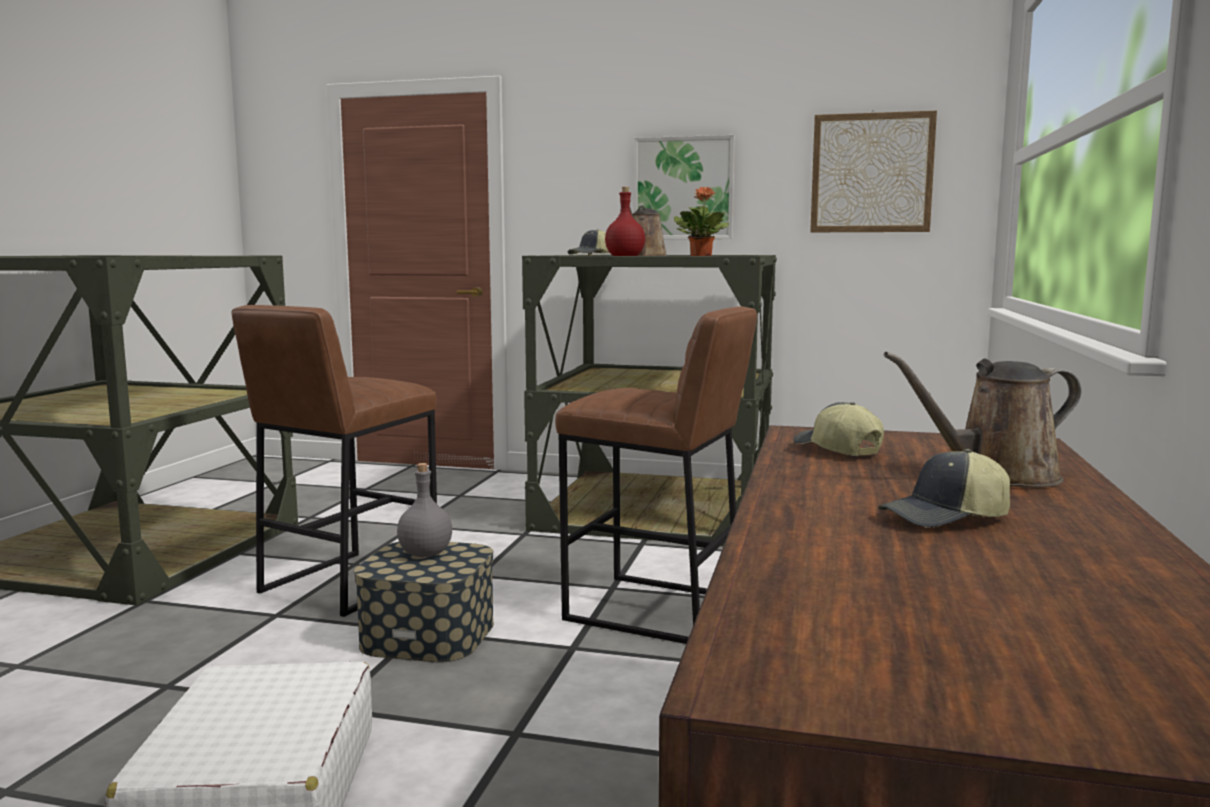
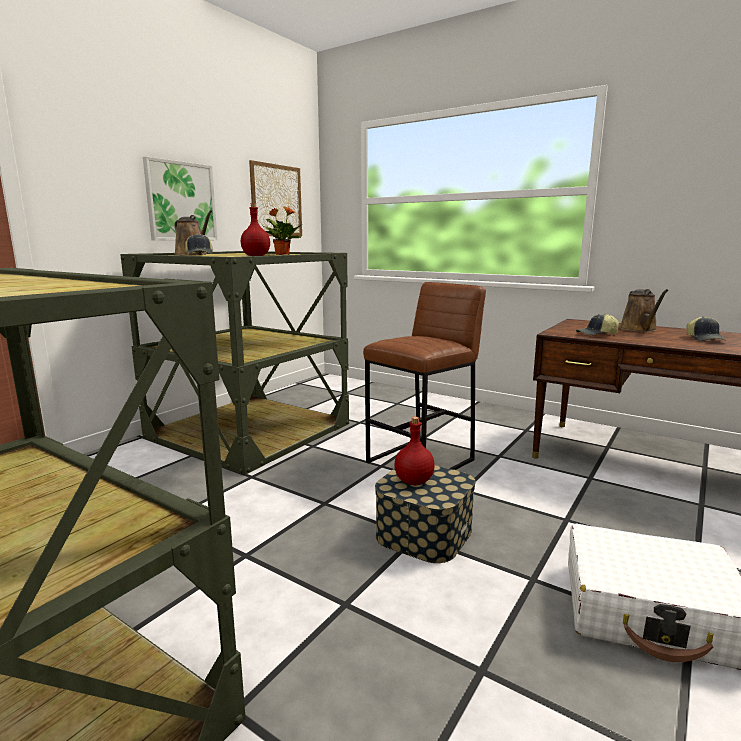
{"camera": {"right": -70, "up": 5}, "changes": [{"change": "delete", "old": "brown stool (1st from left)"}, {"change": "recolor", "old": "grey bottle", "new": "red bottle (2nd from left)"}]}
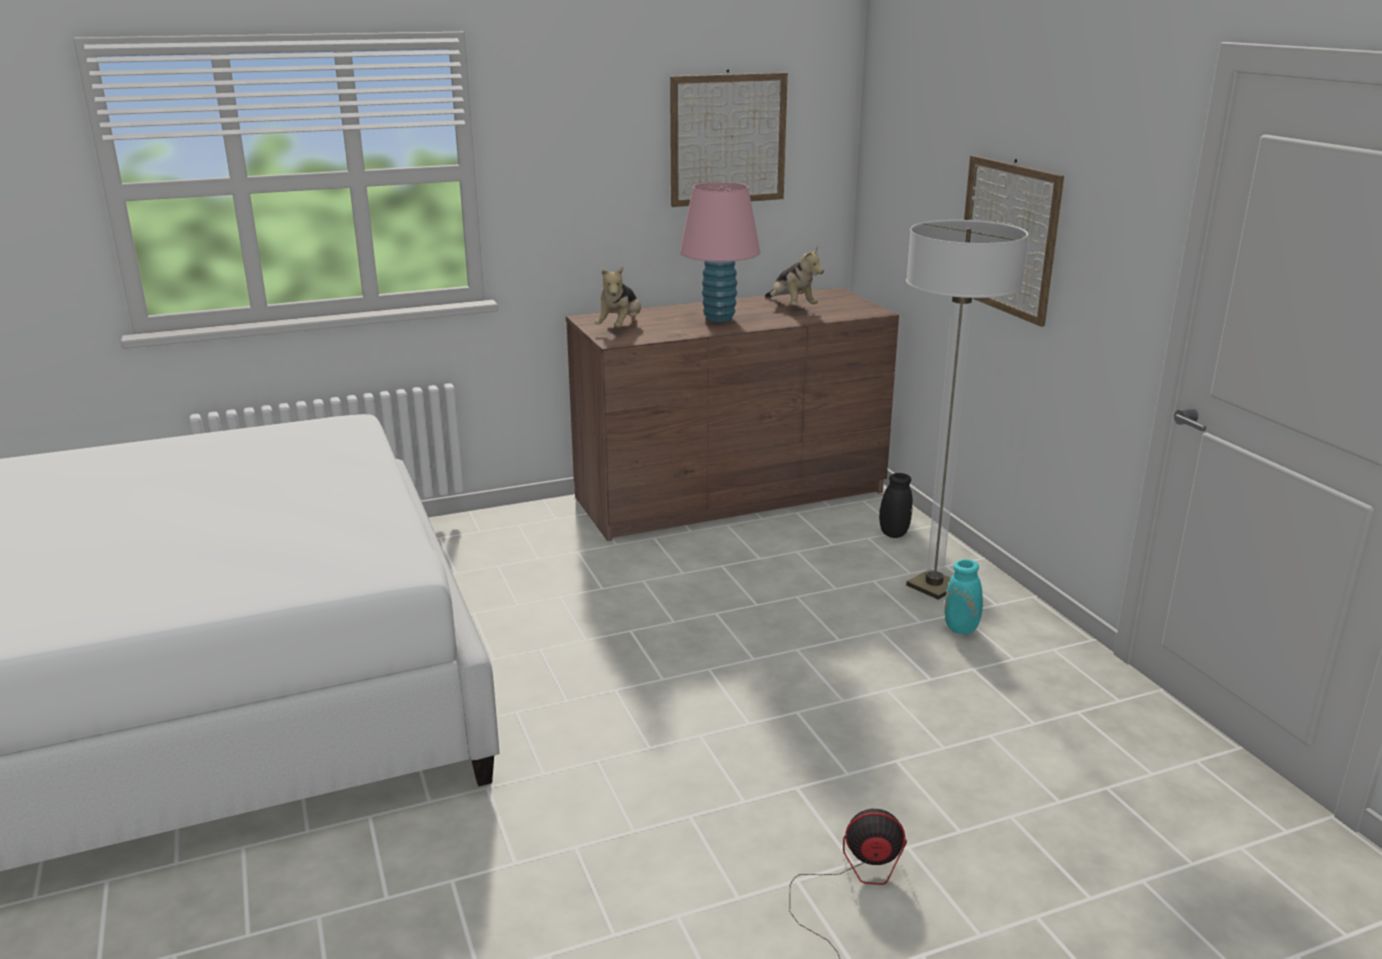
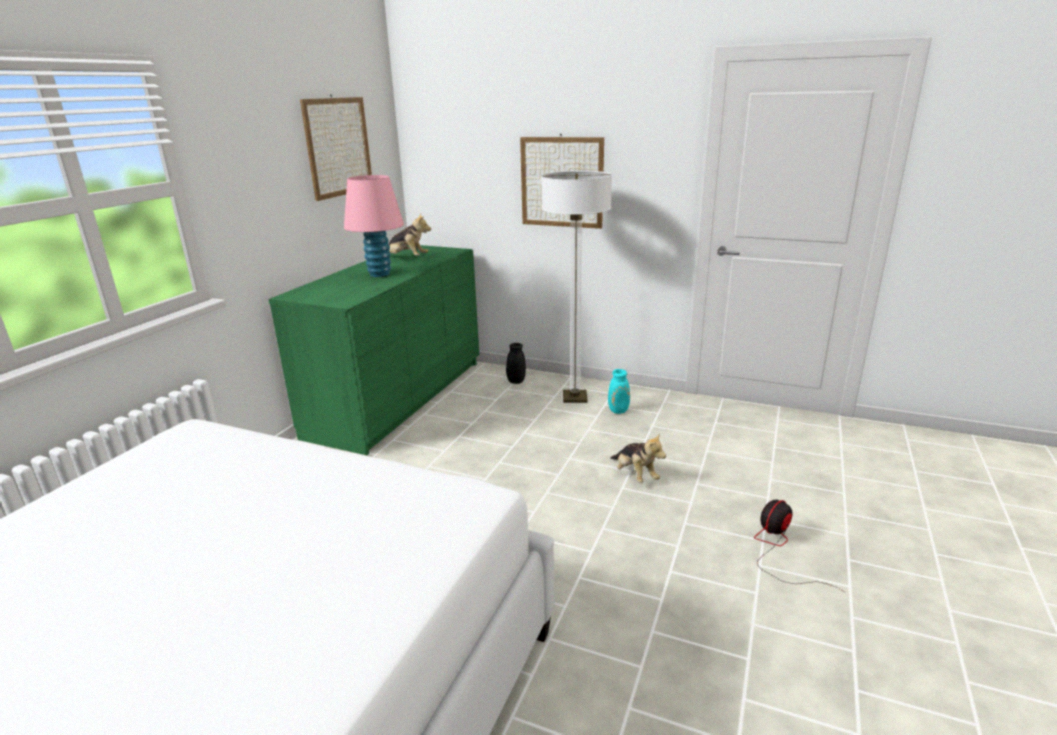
{"camera": {"right": -45, "up": 0}, "changes": [{"change": "recolor", "old": "brown dresser", "new": "green dresser"}, {"change": "move", "old": "plush toy (1st from left in the first image)", "new": "plush toy (2nd from left)"}]}
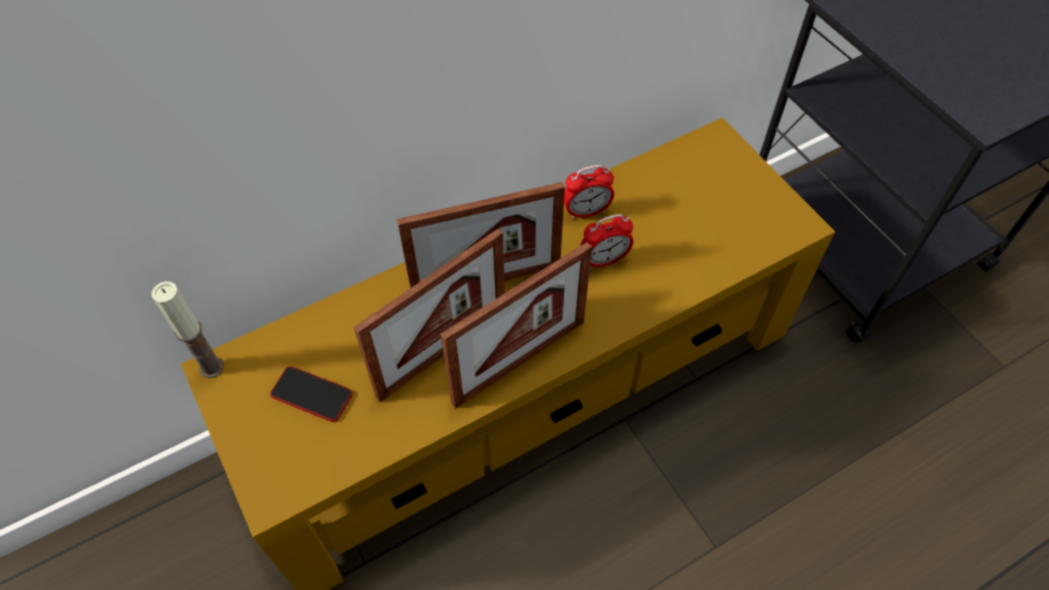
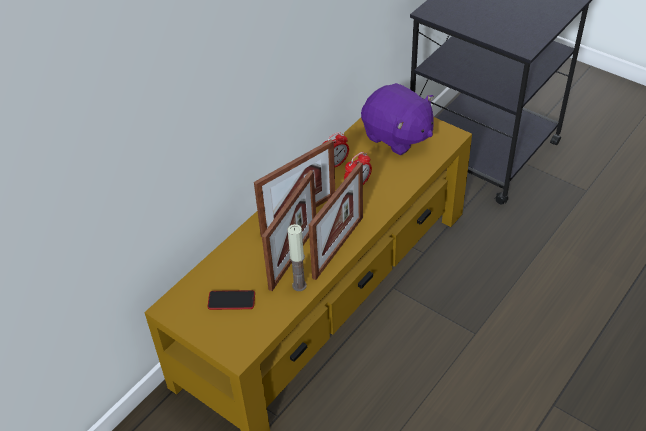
{"camera": {"right": -20, "up": -10}, "changes": [{"change": "move", "old": "candle"}, {"change": "insert", "new": "purple plush toy"}]}
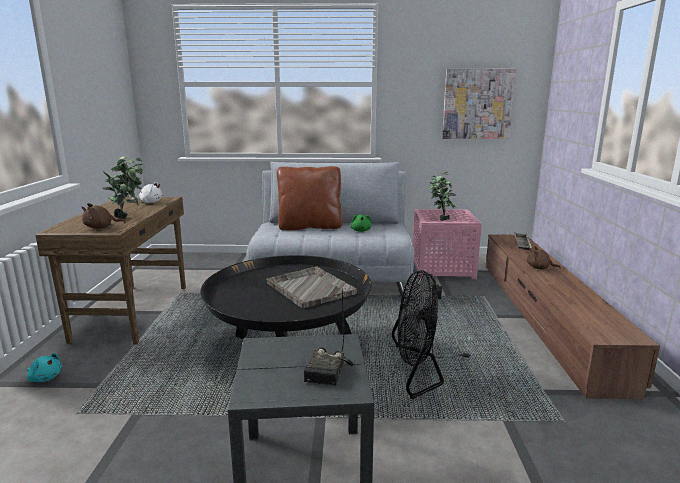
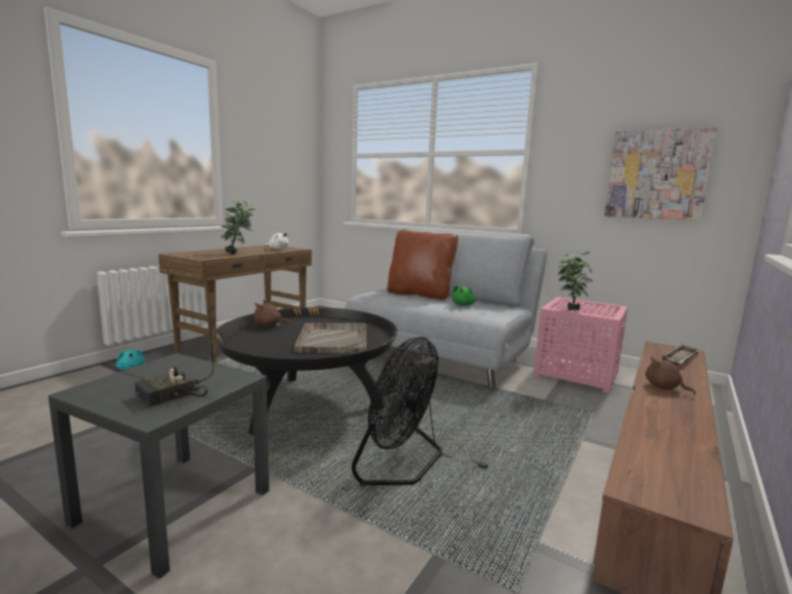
{"camera": {"right": 30, "up": -5}, "changes": [{"change": "move", "old": "brown plush toy (1st from left)"}]}
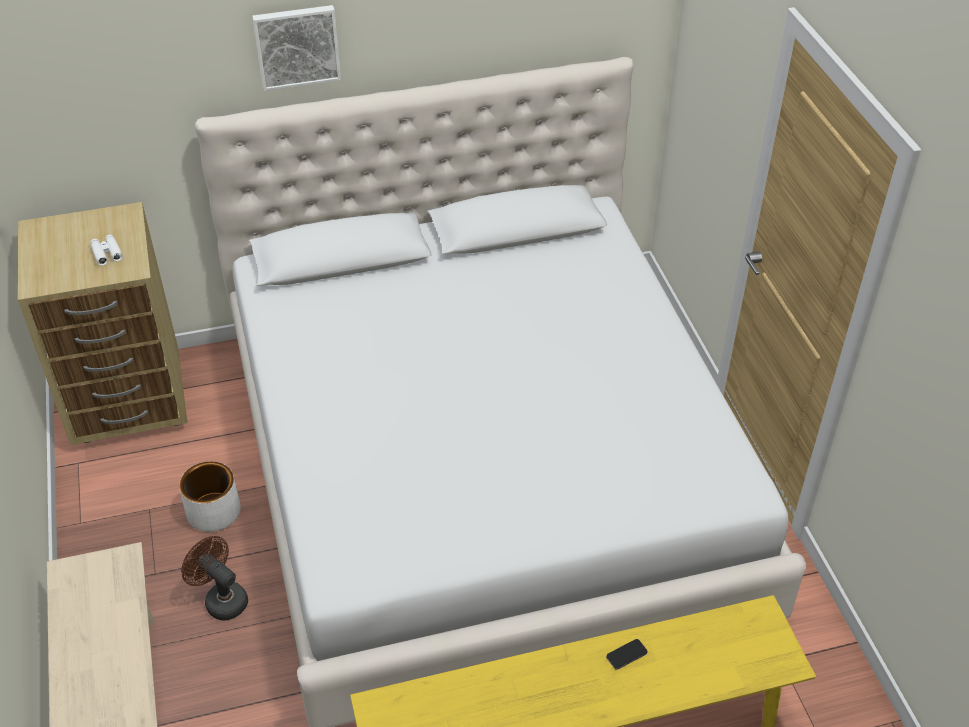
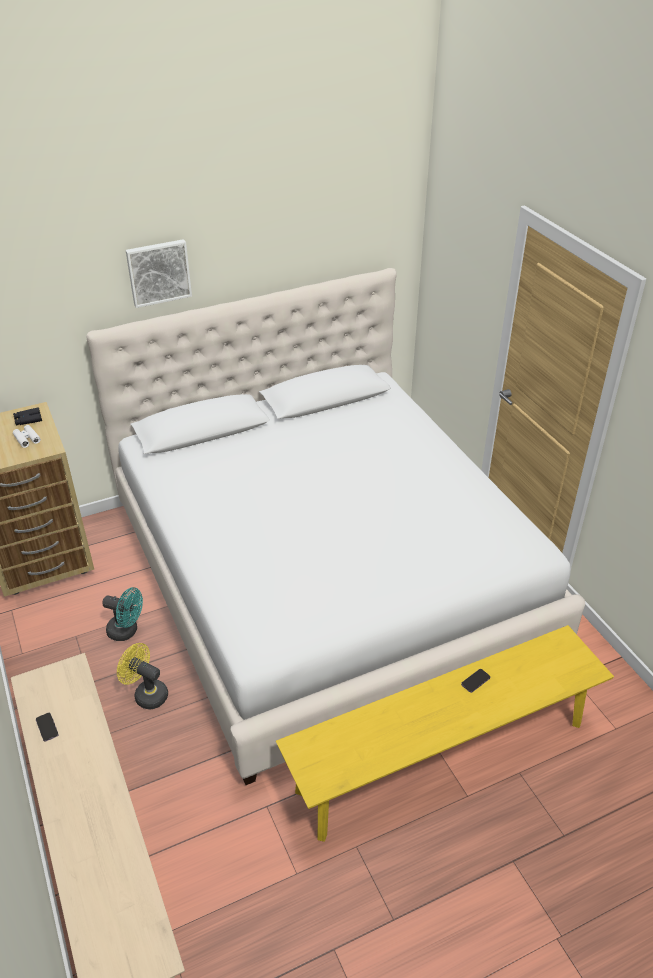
{"camera": {"right": -10, "up": -5}, "changes": [{"change": "replace", "old": "white planter", "new": "turquoise fan"}, {"change": "recolor", "old": "brown fan", "new": "yellow fan"}, {"change": "insert", "new": "black binoculars"}, {"change": "insert", "new": "phone (1st from left)"}]}
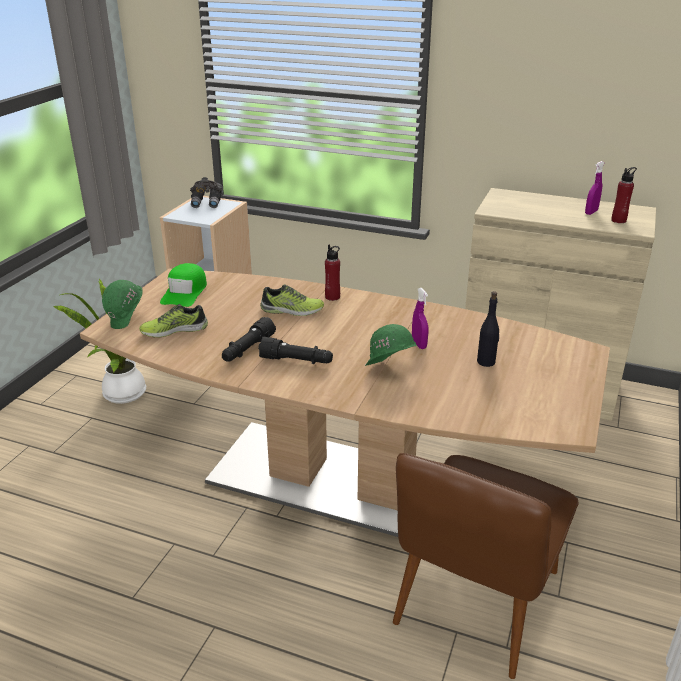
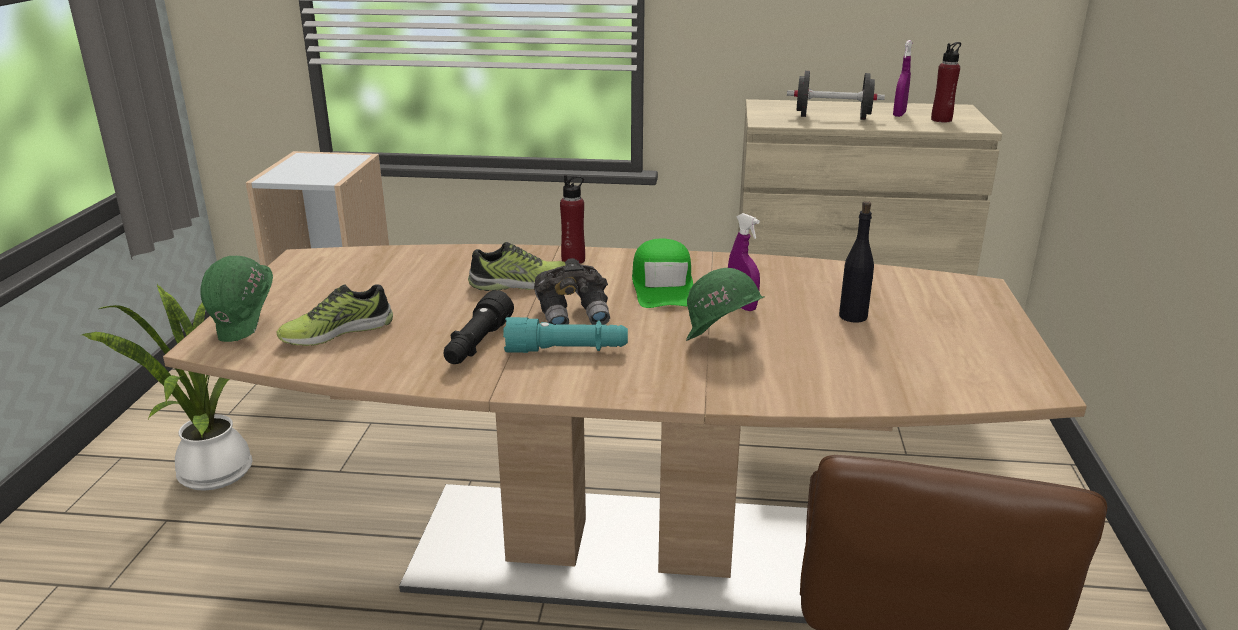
{"camera": {"right": -15, "up": -5}, "changes": [{"change": "move", "old": "green cap"}, {"change": "move", "old": "grey binoculars"}, {"change": "recolor", "old": "black flashlight (2nd from left)", "new": "turquoise flashlight"}, {"change": "insert", "new": "black dumbbell"}]}
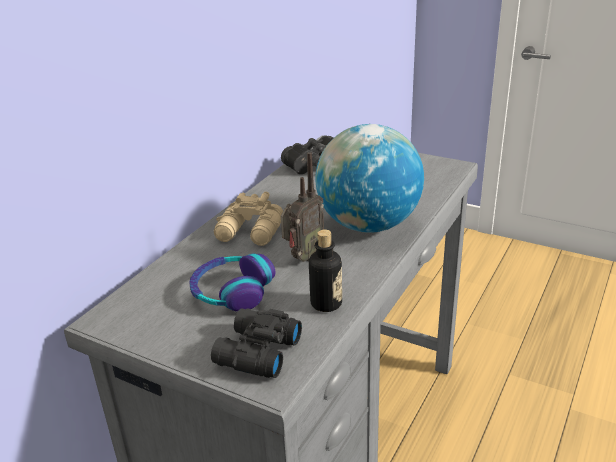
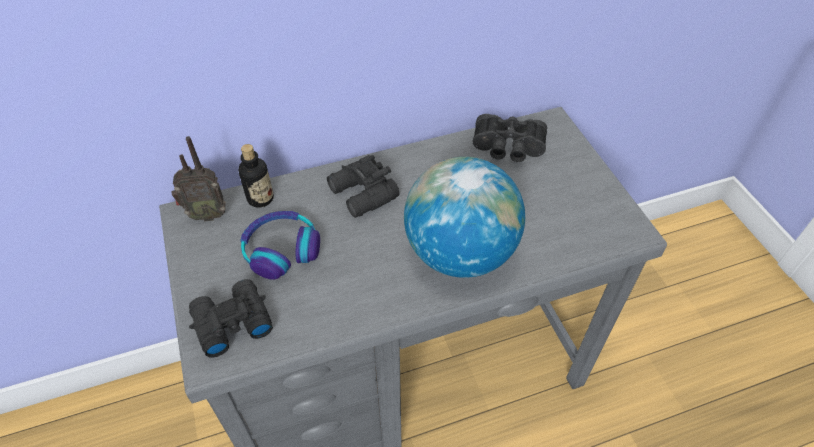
{"camera": {"right": 40, "up": 20}, "changes": [{"change": "recolor", "old": "beige binoculars", "new": "black binoculars (2nd from left)"}, {"change": "move", "old": "radio"}, {"change": "move", "old": "bottle"}]}
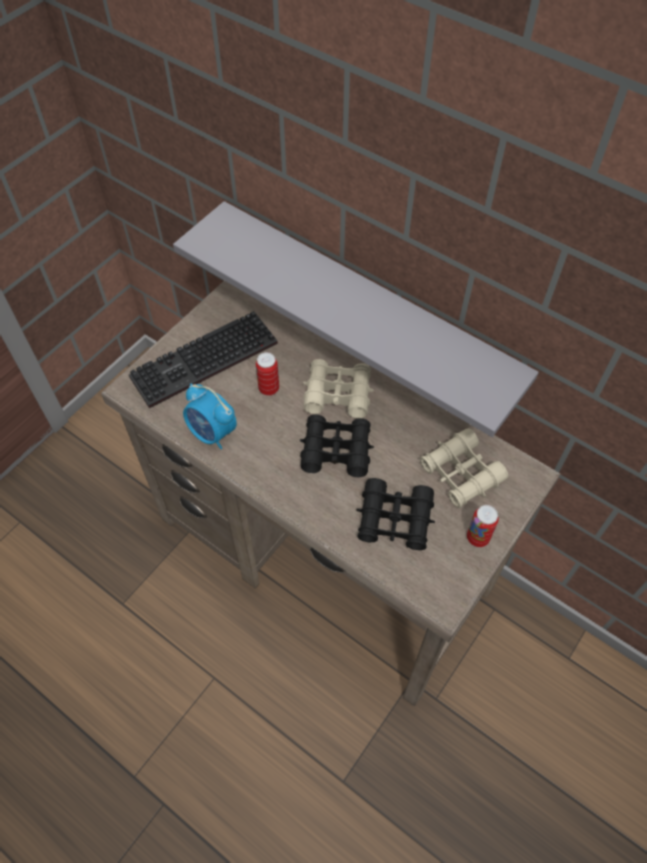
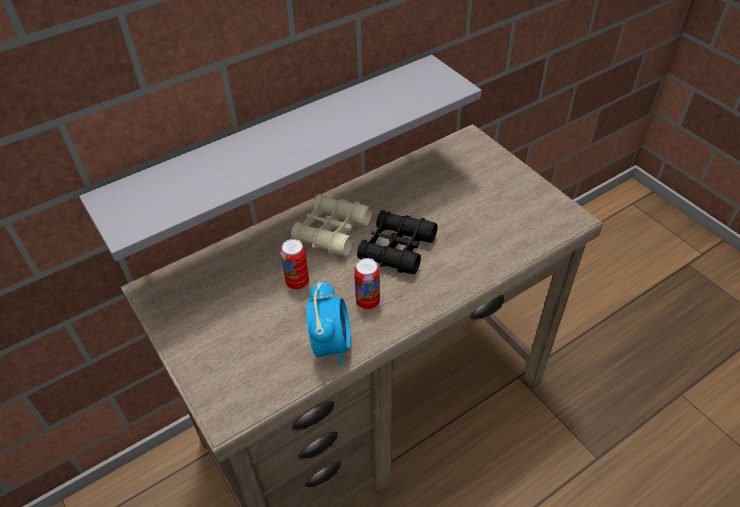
{"camera": {"right": -70, "up": -10}, "changes": [{"change": "delete", "old": "keyboard"}, {"change": "rotate", "old": "alarm clock", "degrees": -60}, {"change": "delete", "old": "black binoculars (2nd from left)"}, {"change": "delete", "old": "beige binoculars (2nd from left)"}, {"change": "move", "old": "can (2nd from left)"}]}
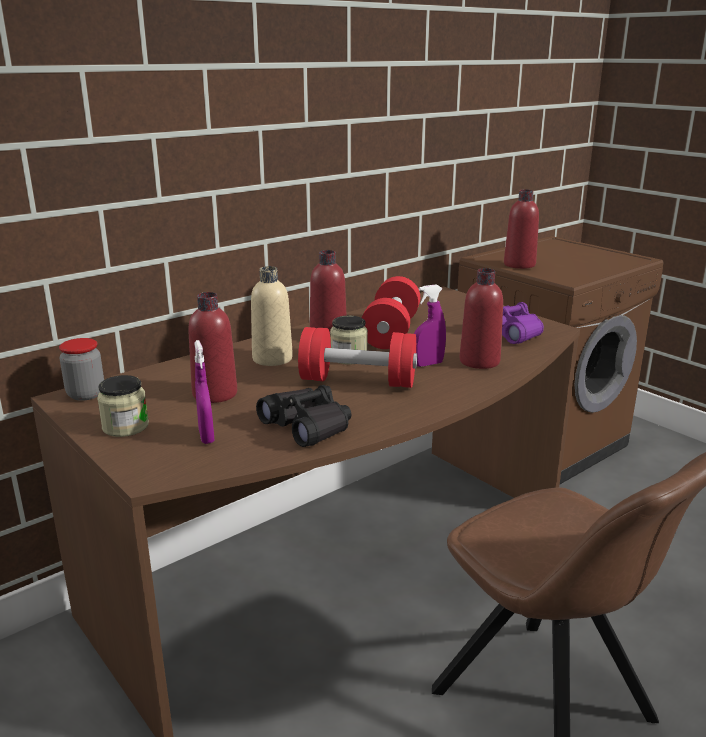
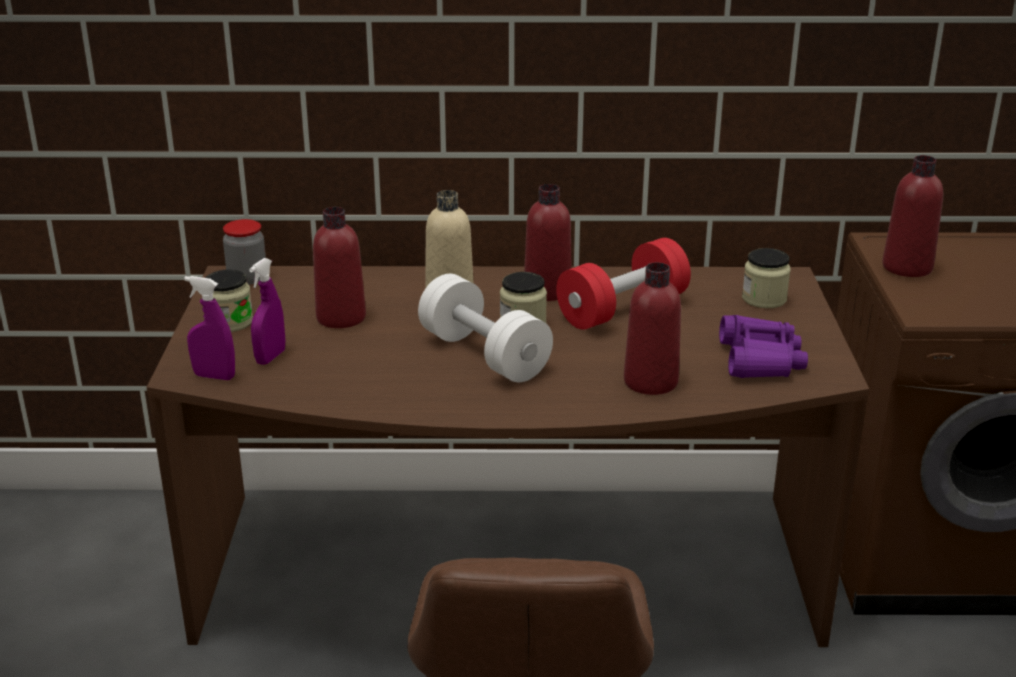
{"camera": {"right": 40, "up": 5}, "changes": [{"change": "delete", "old": "black binoculars"}, {"change": "recolor", "old": "red dumbbell (1st from left)", "new": "white dumbbell"}, {"change": "move", "old": "purple spray bottle (2nd from left in the first image)", "new": "purple spray bottle (1st from left)"}, {"change": "insert", "new": "jar (4th from left)"}]}
